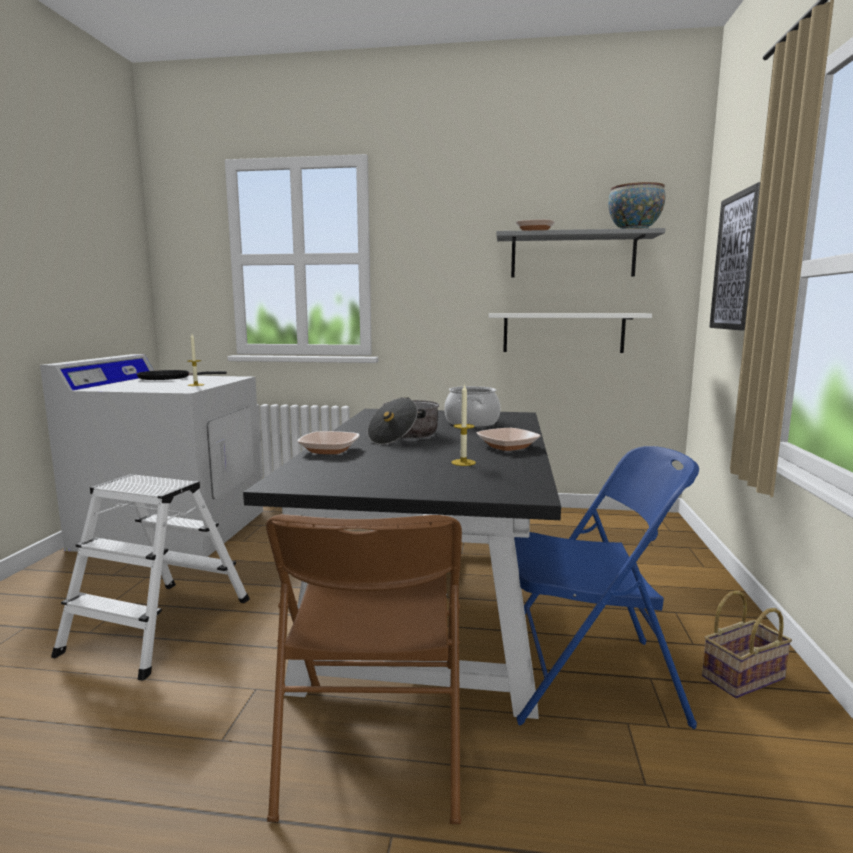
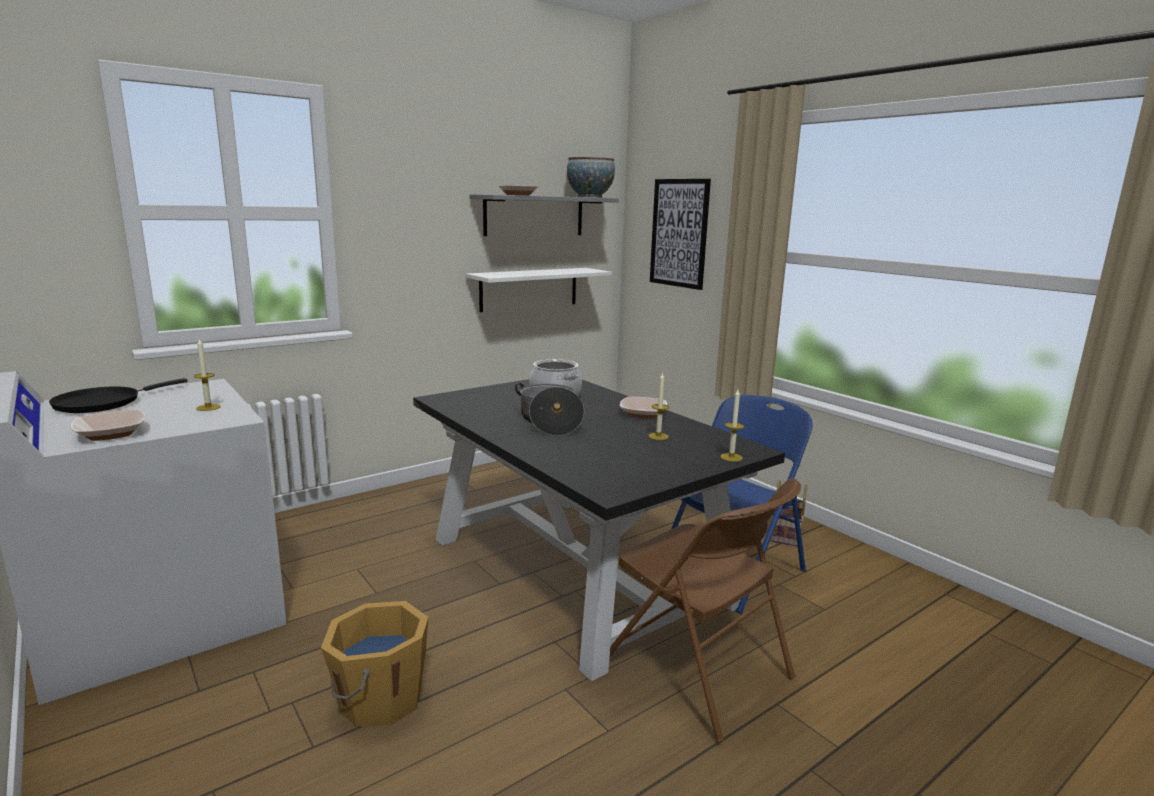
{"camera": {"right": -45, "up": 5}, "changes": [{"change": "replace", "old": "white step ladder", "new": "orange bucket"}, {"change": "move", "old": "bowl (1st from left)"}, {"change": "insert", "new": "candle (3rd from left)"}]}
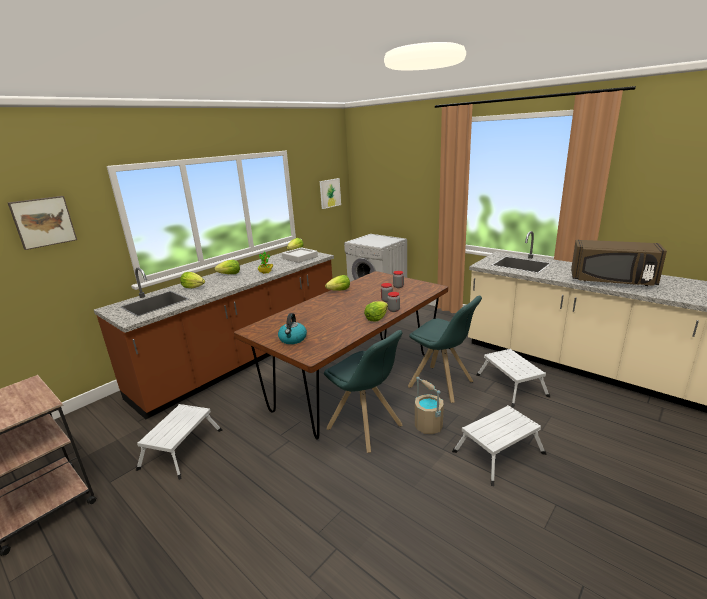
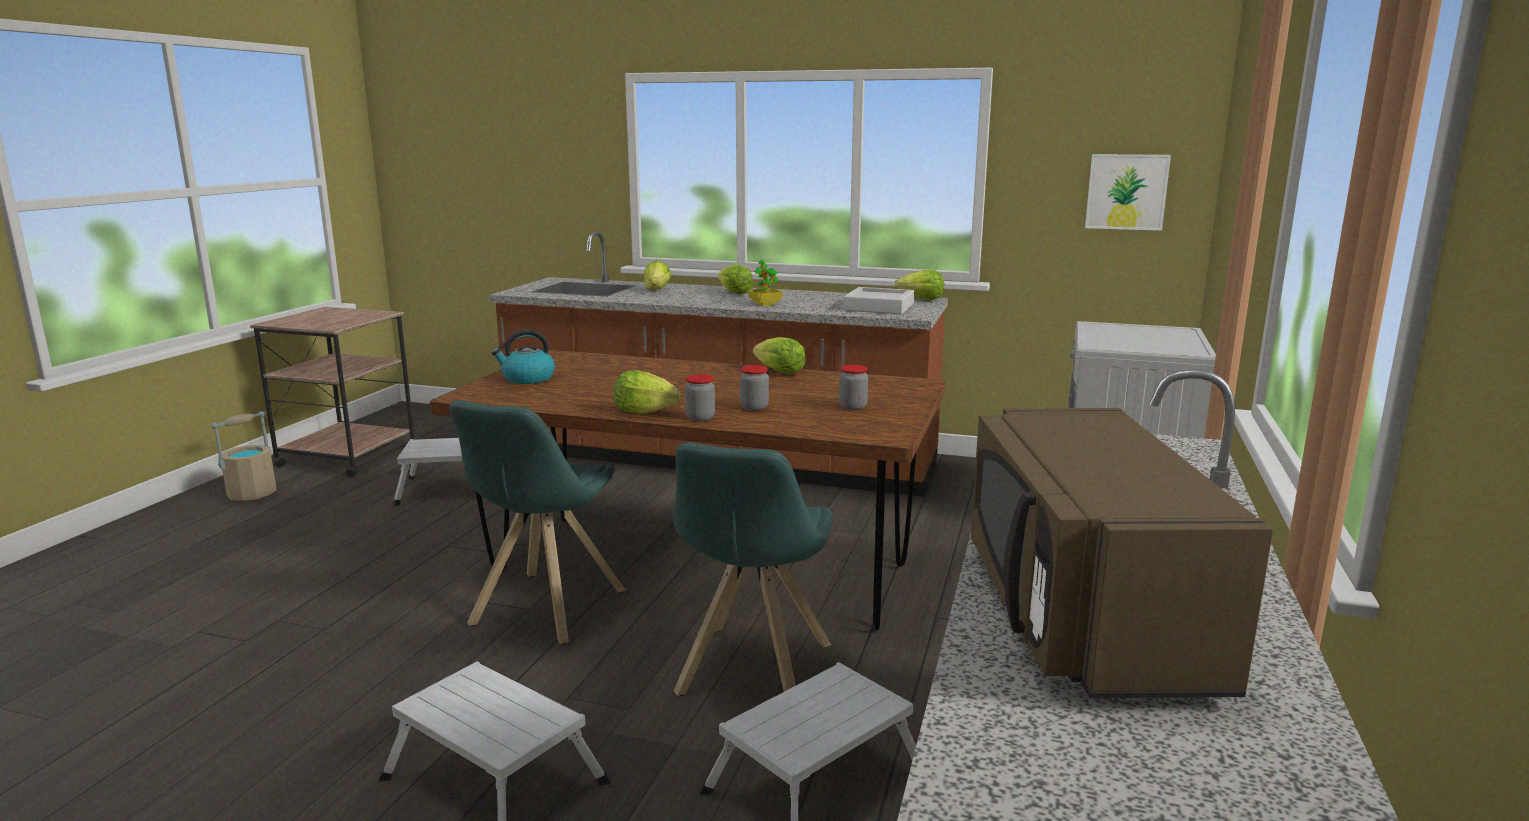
{"camera": {"right": 65, "up": -5}, "changes": [{"change": "delete", "old": "picture (1st from left)"}, {"change": "move", "old": "beige bucket"}]}
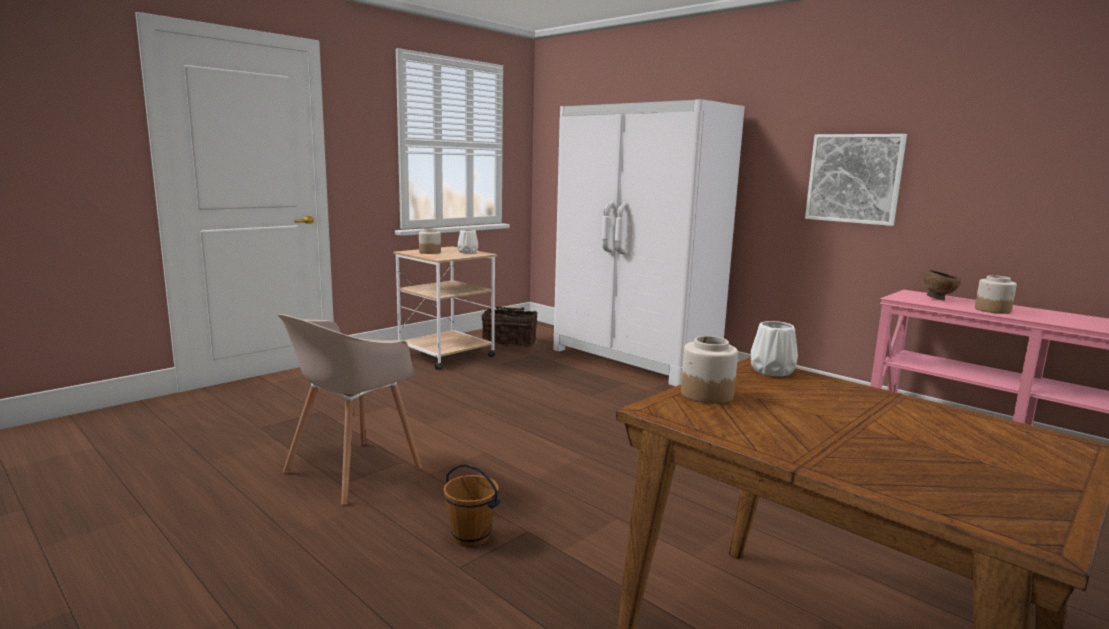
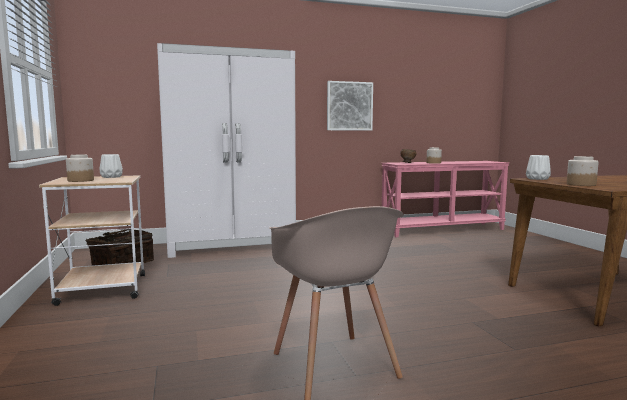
{"camera": {"right": -60, "up": -5}, "changes": [{"change": "delete", "old": "brown bucket"}]}
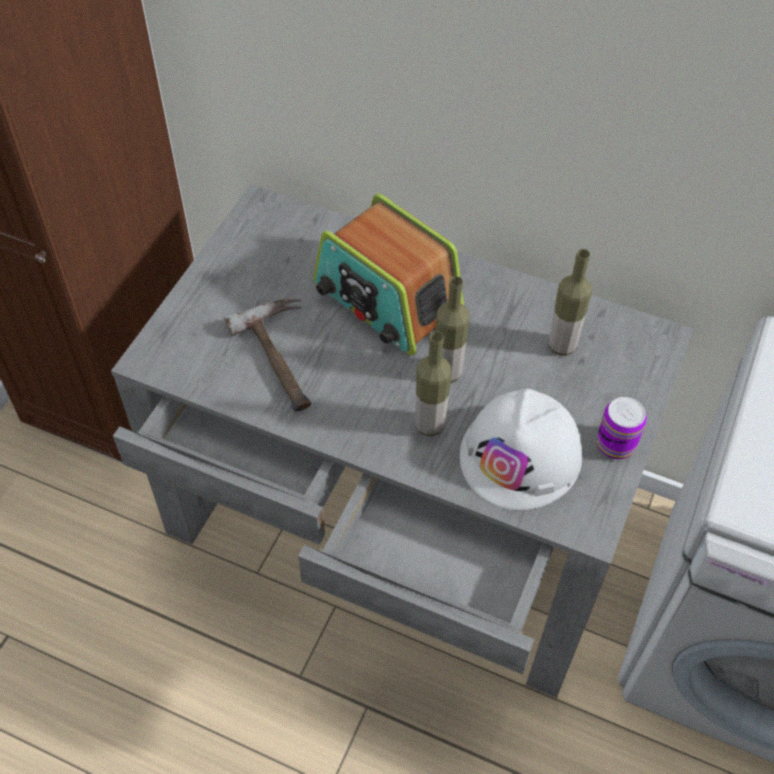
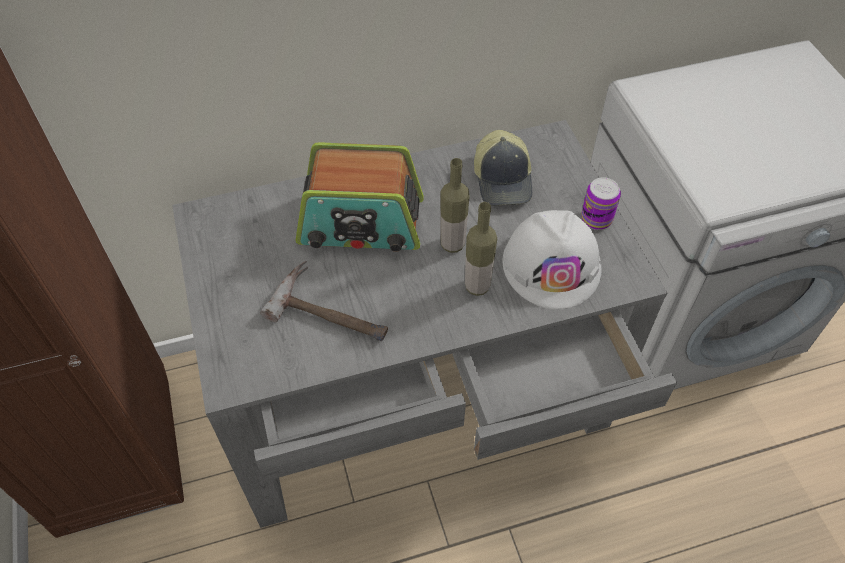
{"camera": {"right": -40, "up": 0}, "changes": [{"change": "replace", "old": "bottle (3rd from left)", "new": "cap"}]}
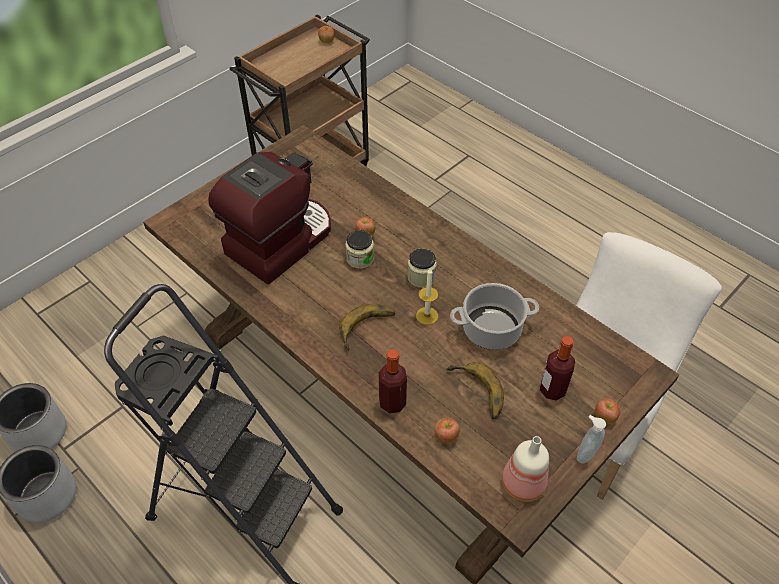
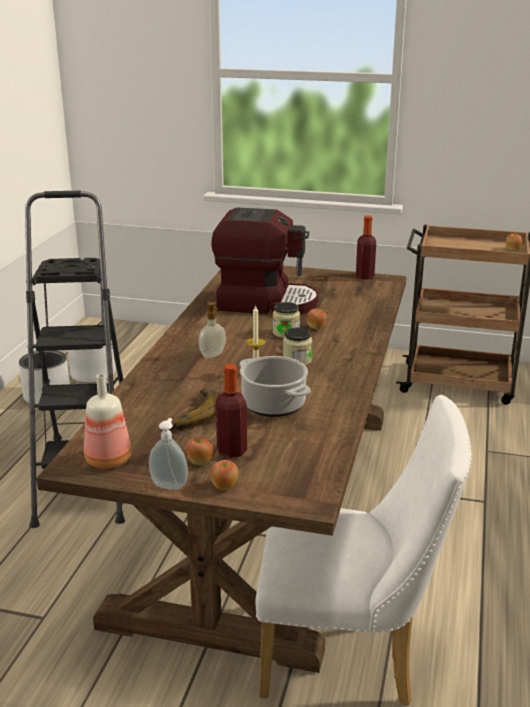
{"camera": {"right": 60, "up": -25}, "changes": [{"change": "replace", "old": "banana (1st from left)", "new": "soap dispenser (2nd from left)"}, {"change": "move", "old": "bottle (1st from left in the first image)", "new": "bottle (3rd from left)"}, {"change": "move", "old": "apple (3rd from left in the first image)", "new": "apple (1st from left)"}]}
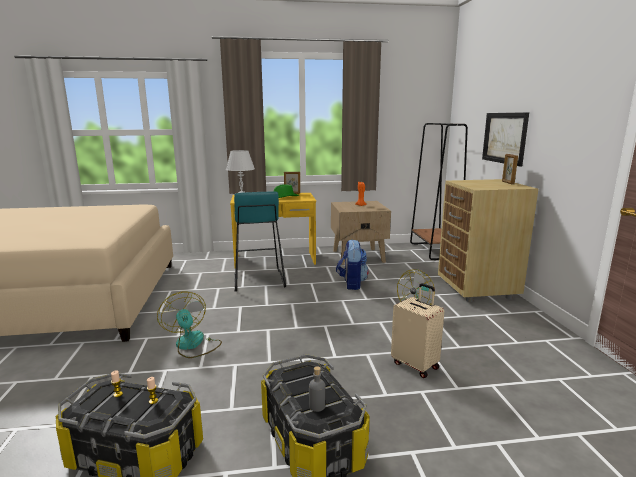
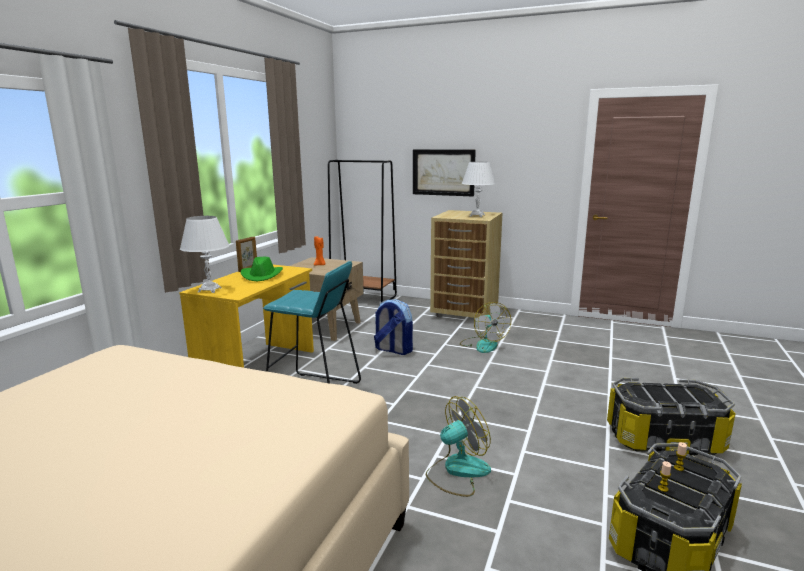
{"camera": {"right": -60, "up": 0}, "changes": [{"change": "rotate", "old": "fan (1st from left)", "degrees": 150}, {"change": "delete", "old": "grey bottle"}, {"change": "delete", "old": "beige suitcase"}, {"change": "delete", "old": "picture frame (2nd from left)"}, {"change": "insert", "new": "white table lamp (2nd from left)"}]}
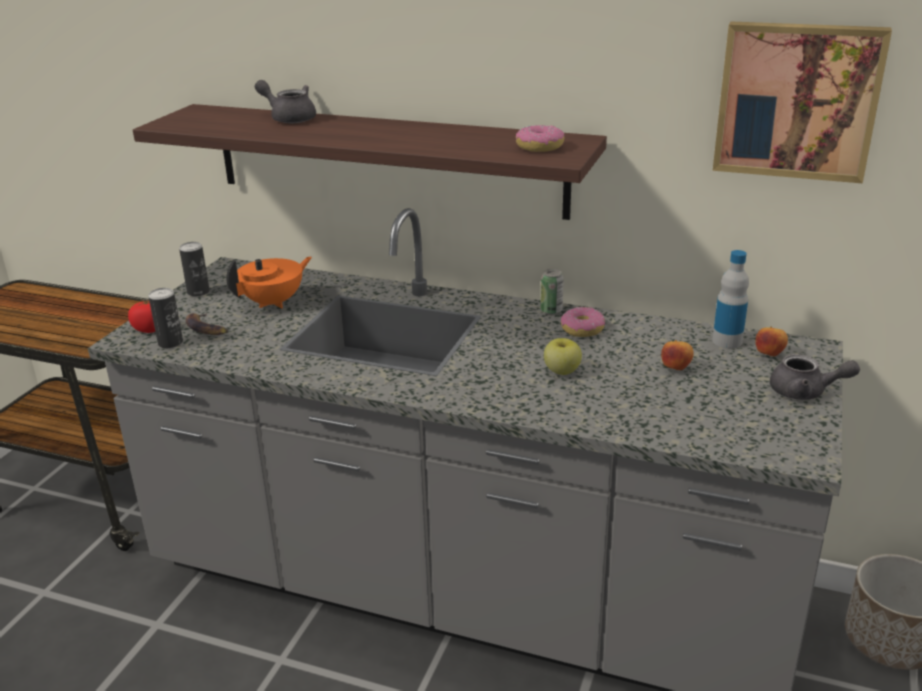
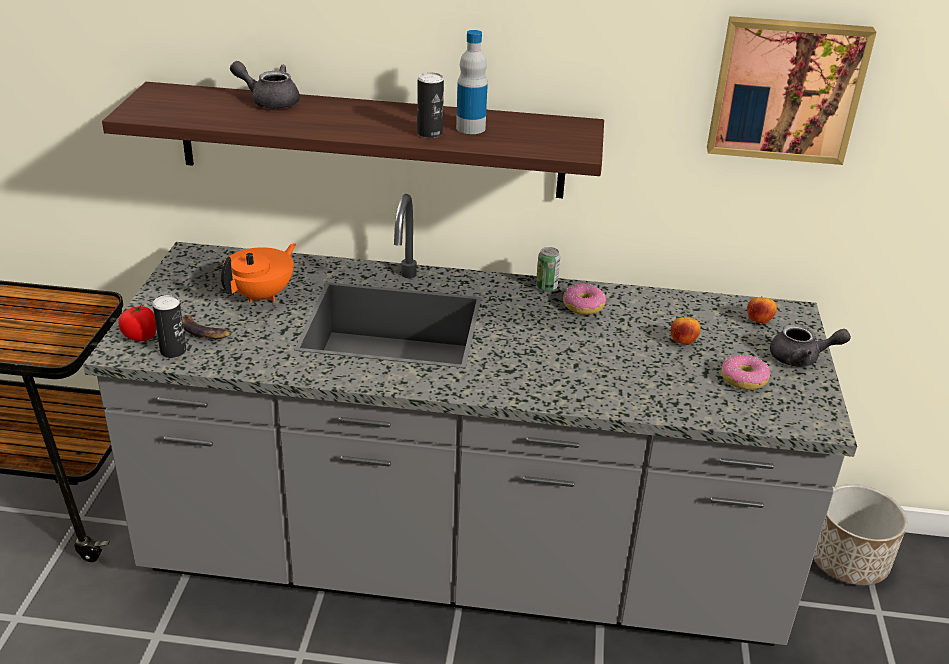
{"camera": {"right": -15, "up": 5}, "changes": [{"change": "move", "old": "can (2nd from left)"}, {"change": "move", "old": "donut (1st from left in the first image)", "new": "donut (2nd from left)"}, {"change": "delete", "old": "apple (1st from left)"}, {"change": "move", "old": "bottle"}]}
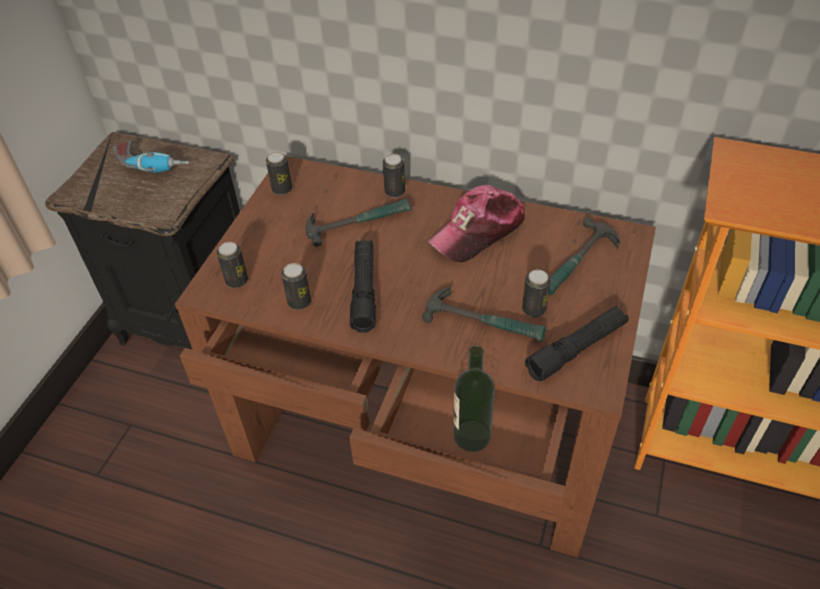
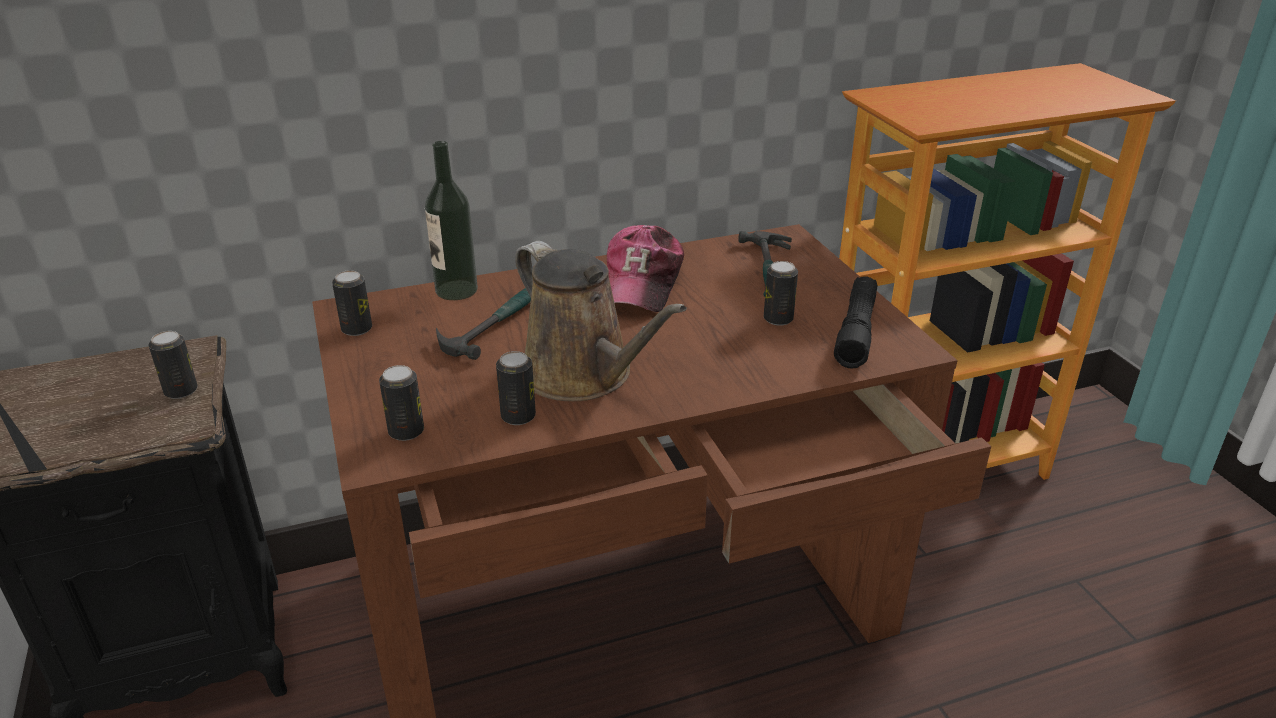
{"camera": {"right": -40, "up": -15}, "changes": [{"change": "delete", "old": "power drill"}, {"change": "replace", "old": "black flashlight (1st from left)", "new": "brown watering can"}, {"change": "move", "old": "can (4th from left in the first image)", "new": "can (1st from left)"}, {"change": "delete", "old": "hammer (2nd from left)"}, {"change": "move", "old": "bottle"}]}
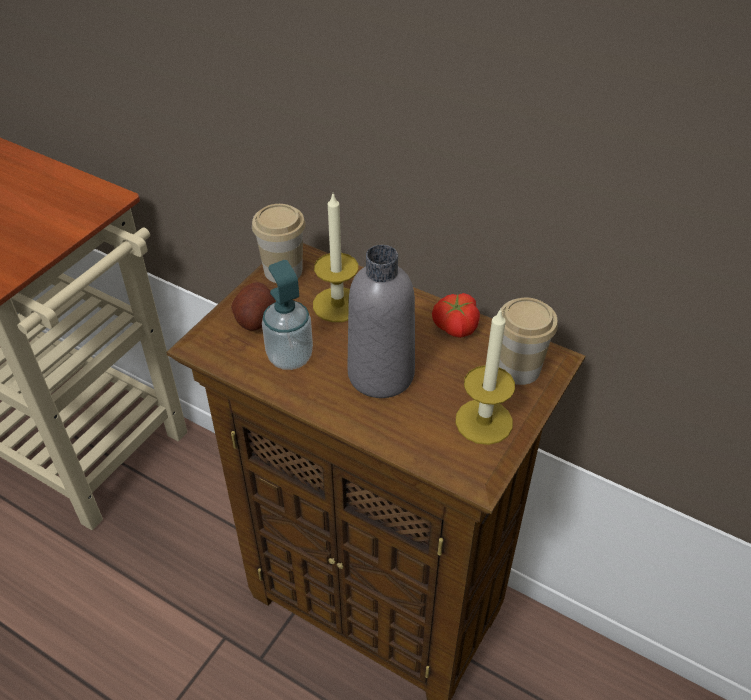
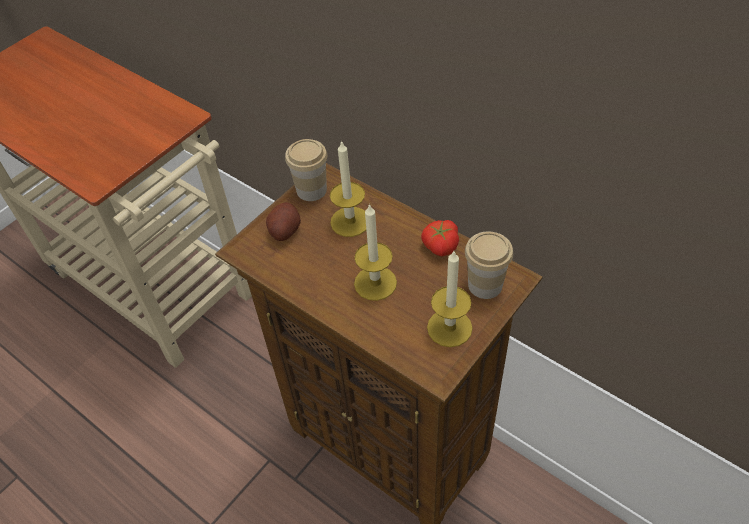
{"camera": {"right": 10, "up": 5}, "changes": [{"change": "delete", "old": "soap dispenser"}, {"change": "replace", "old": "grey bottle", "new": "candle (2nd from left)"}]}
